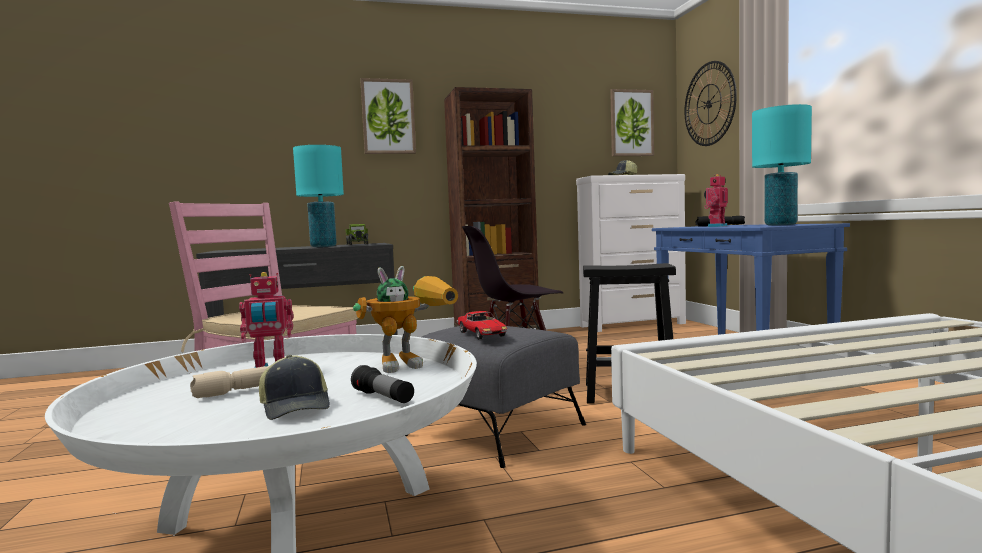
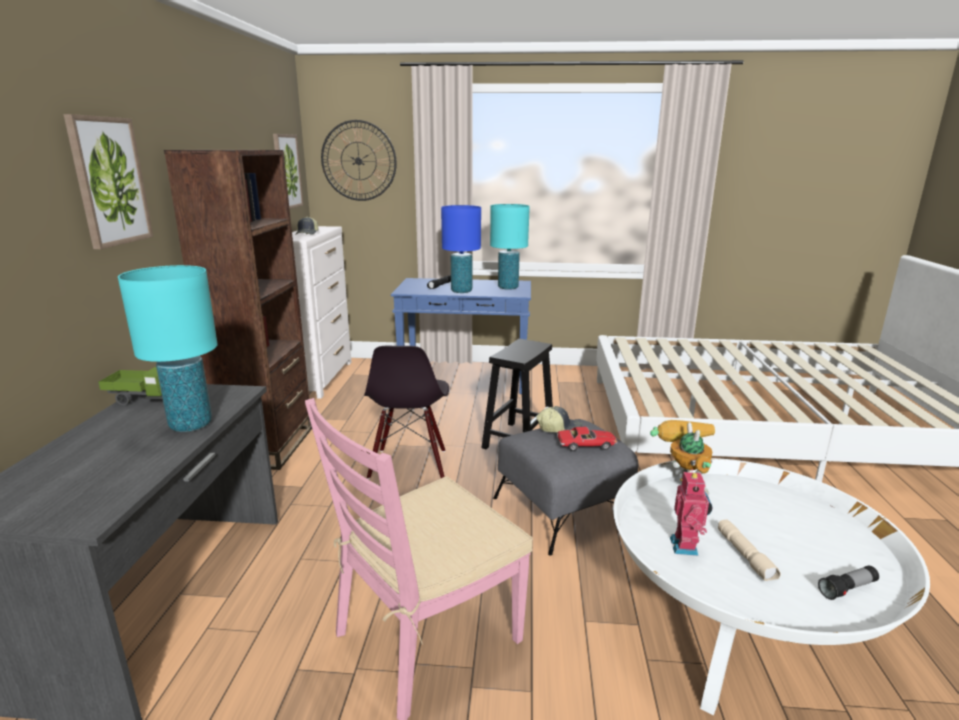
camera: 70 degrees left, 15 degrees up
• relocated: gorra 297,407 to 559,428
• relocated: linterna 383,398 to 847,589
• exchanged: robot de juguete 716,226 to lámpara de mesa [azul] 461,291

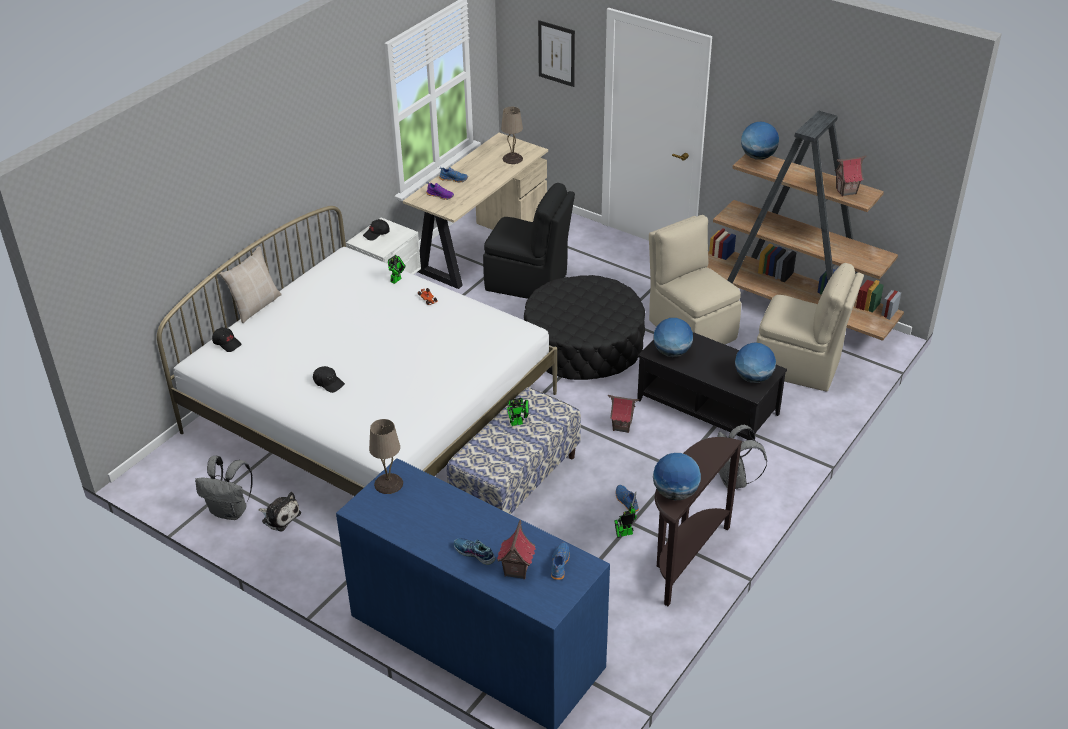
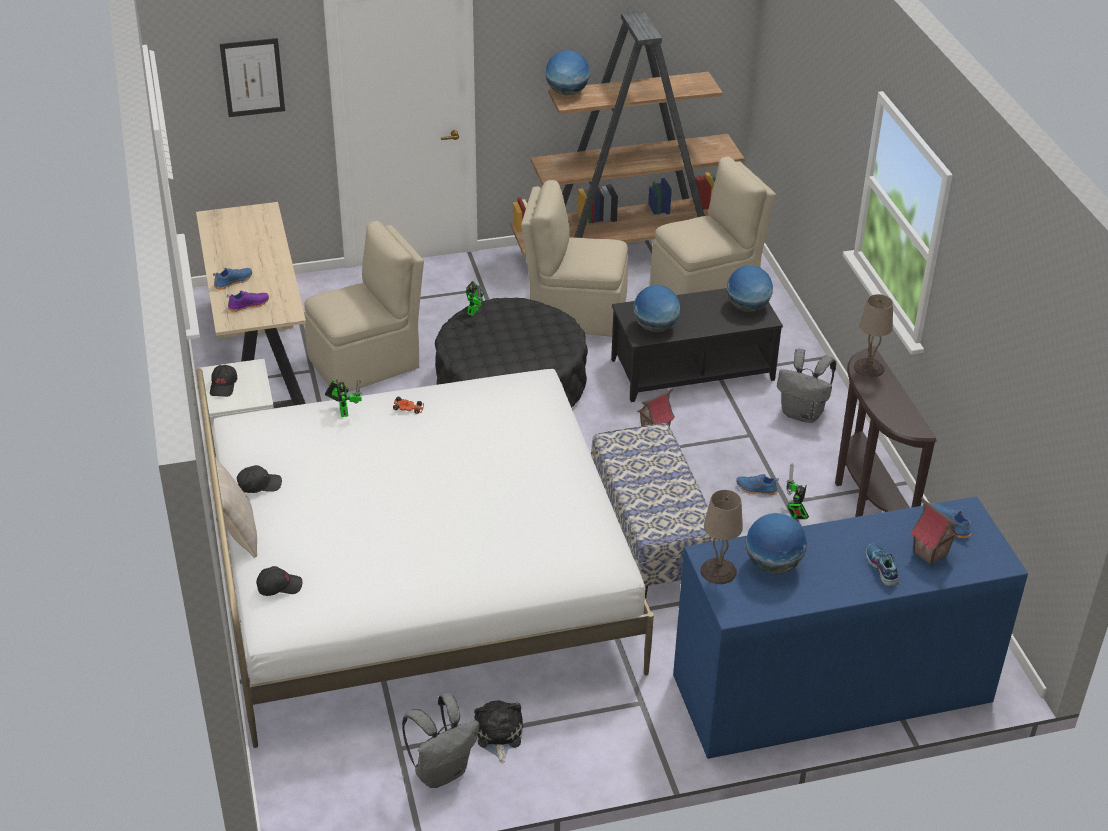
camera: 50 degrees left, 0 degrees up
• missing: casita 846,191
• relocated: gorra [negro] 328,383 to 259,484
• relocated: lámpara de mesa [beis] 513,159 to 869,368
• relocated: robot de juguete 518,422 to 474,310
• relocated: globo terráqueo 675,493 to 773,564
• colour: silla [negro] 528,283 to silla [beis] 367,362
• spun: peluche 280,516 = 498,736 75 degrees counterclockwise
• spun: zapato 474,554 = 881,568 90 degrees clockwise

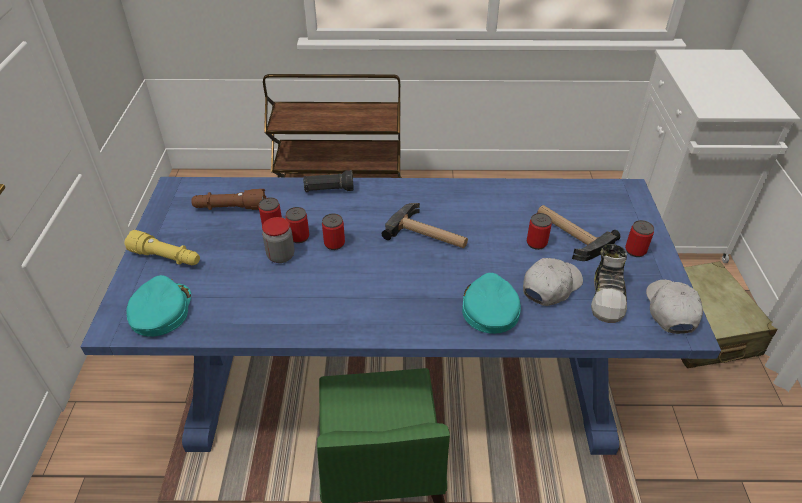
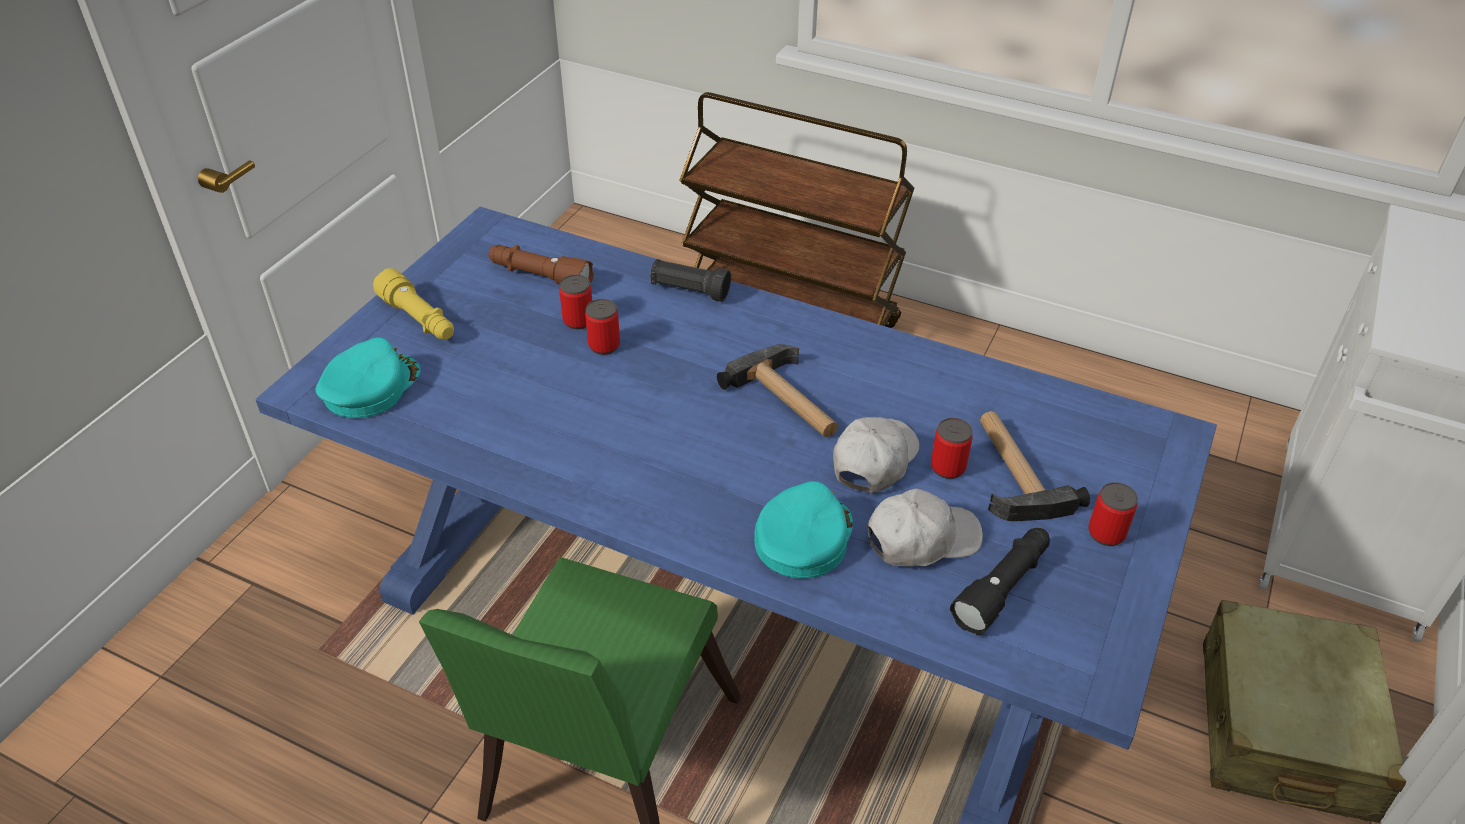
camera: 25 degrees right, 0 degrees up
• missing: tarro 281,256
• missing: lata 334,243
• relocated: gorra [blanco] 670,310 to 874,460
• exchanged: zapato 608,297 to linterna [negro] 1002,587

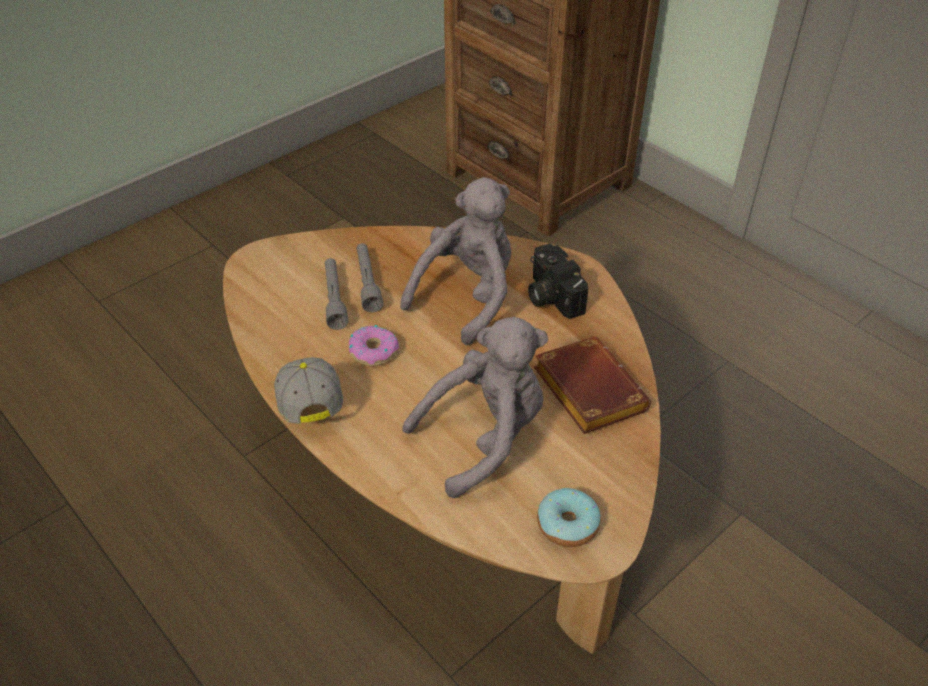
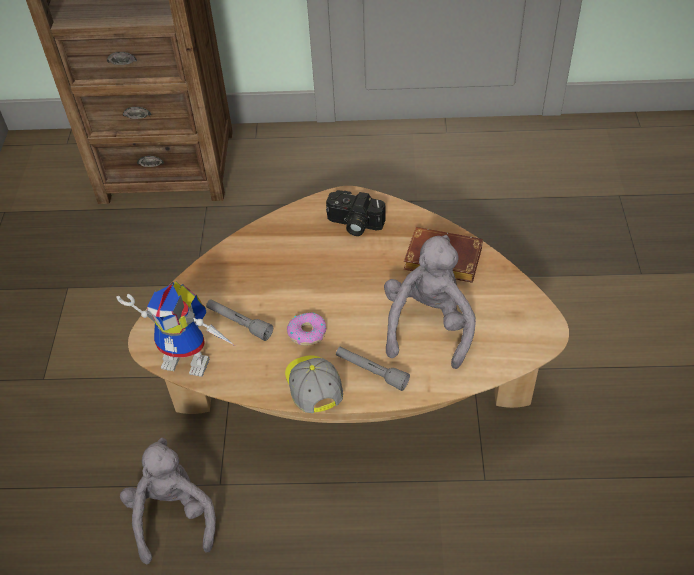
camera: 45 degrees left, 5 degrees up
• missing: rosquilla 567,524
• appeared: robot de juguete 191,358
• relocated: linterna [gris] 368,283 to 371,371
• relocated: peluche [gris] 467,296 to 173,516
• spun: gorra 309,400 = 313,389 45 degrees clockwise

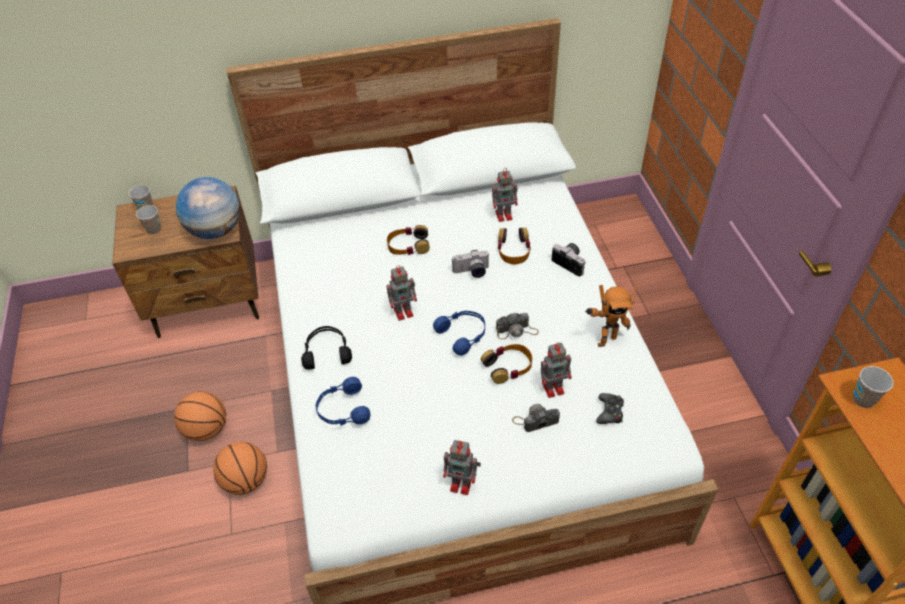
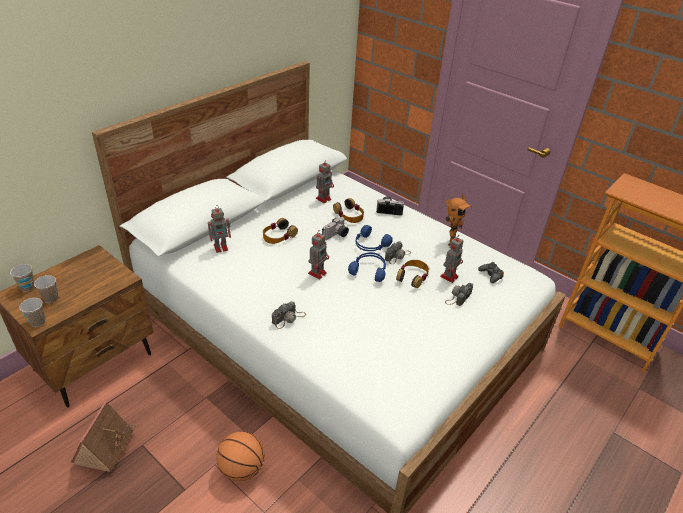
camera: 40 degrees left, 10 degrees down
• missing: balón de baloncesto 206,429
• missing: globo terráqueo 216,230
• appeared: casita 106,446
• relocated: auriculares [azul] 342,409 to 370,245
• relocated: robot de juguete 462,483 to 221,247
• relocated: taza 863,399 to 37,322
• exchanged: auriculares [negro] 327,352 to cámara 288,318

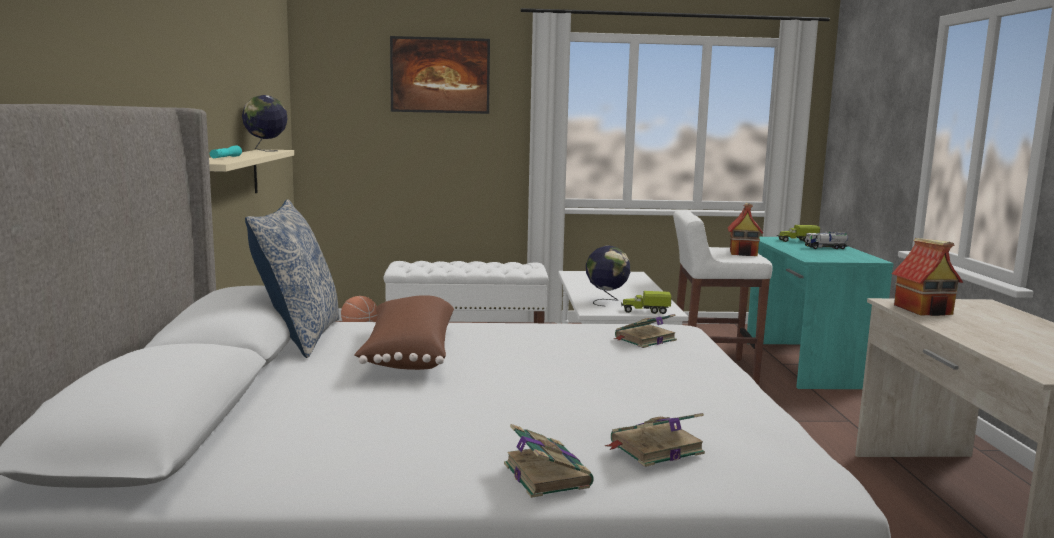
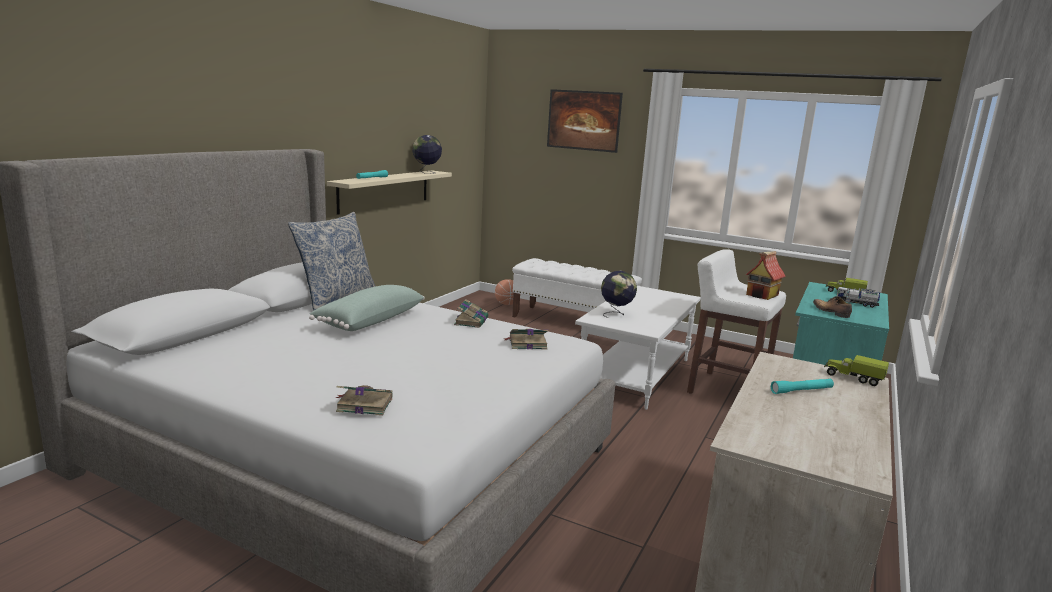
camera: 30 degrees right, 5 degrees up
• missing: casita 924,310
• appeared: linterna [turquesa] 801,391
• appeared: zapato 831,312
• relocated: libro 546,474 to 471,321
• relocated: camión de juguete 645,311 to 853,378
• colour: cojín [marrón] 407,354 to cojín [verde] 369,320

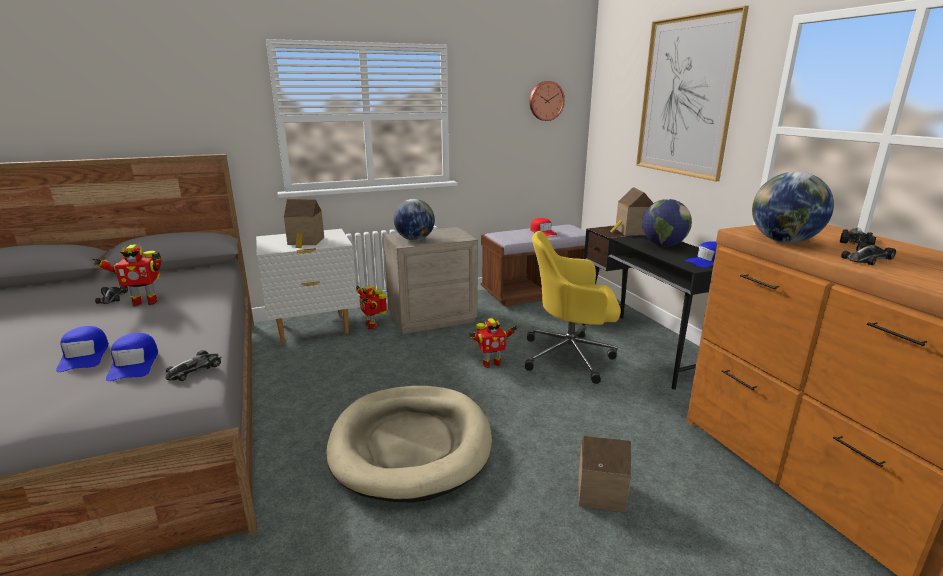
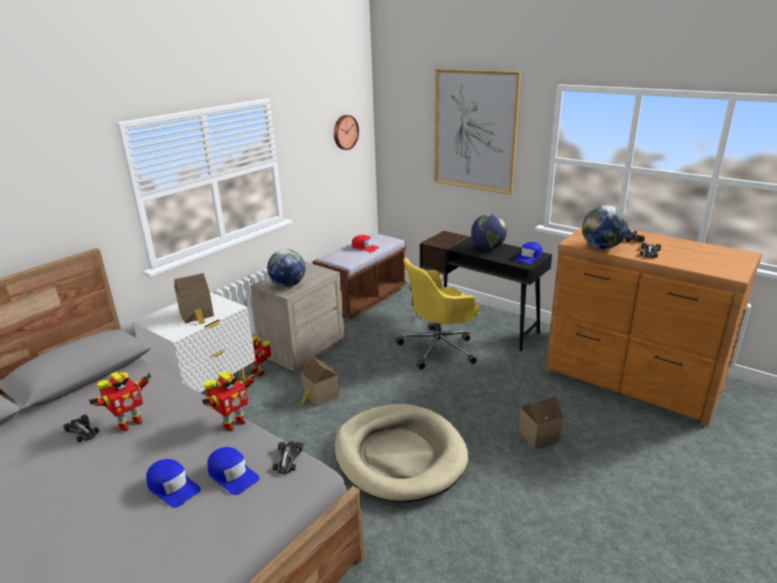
camera: 30 degrees left, 5 degrees up
• relocated: robot de juguete 490,363 to 233,424
• relocated: casita 632,232 to 320,396

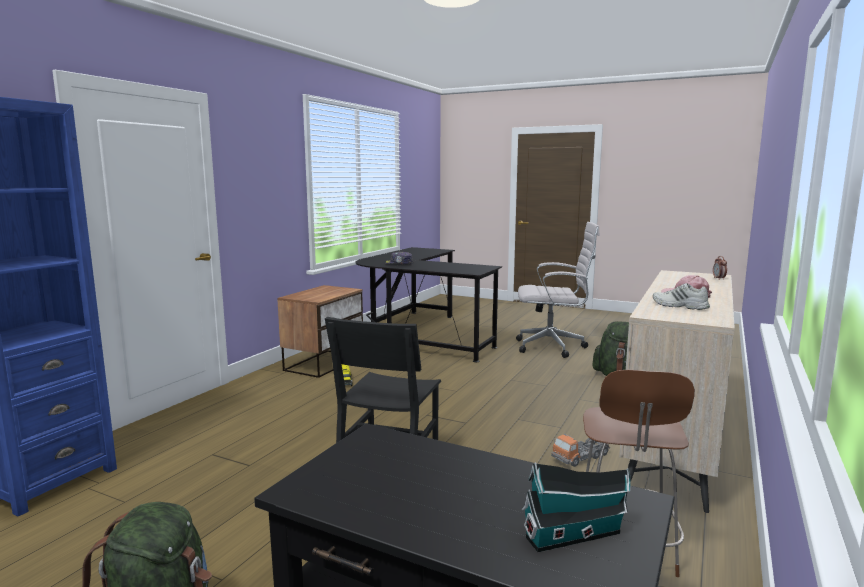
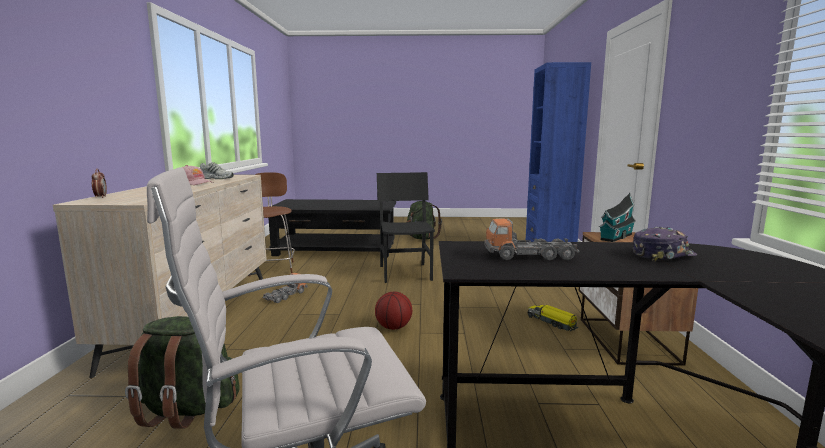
camera: 155 degrees right, 0 degrees up
• appeared: balón de baloncesto 393,327
• appeared: camión de juguete 529,256
• relocated: casita 576,534 to 615,237

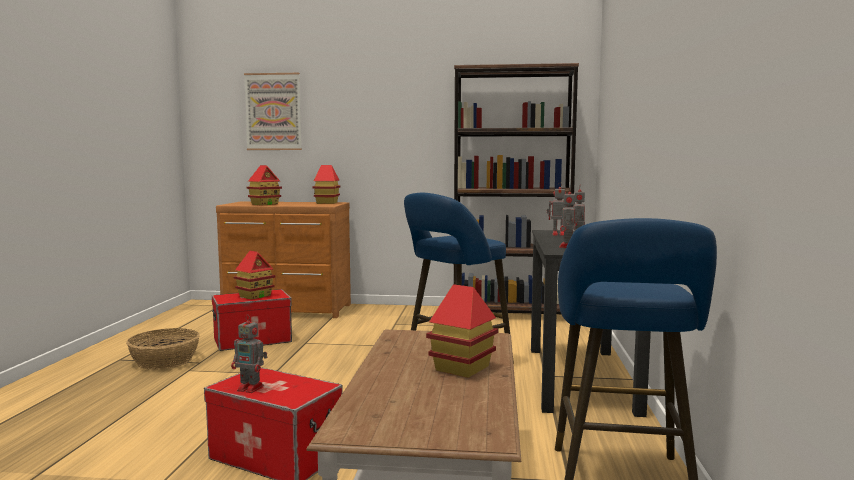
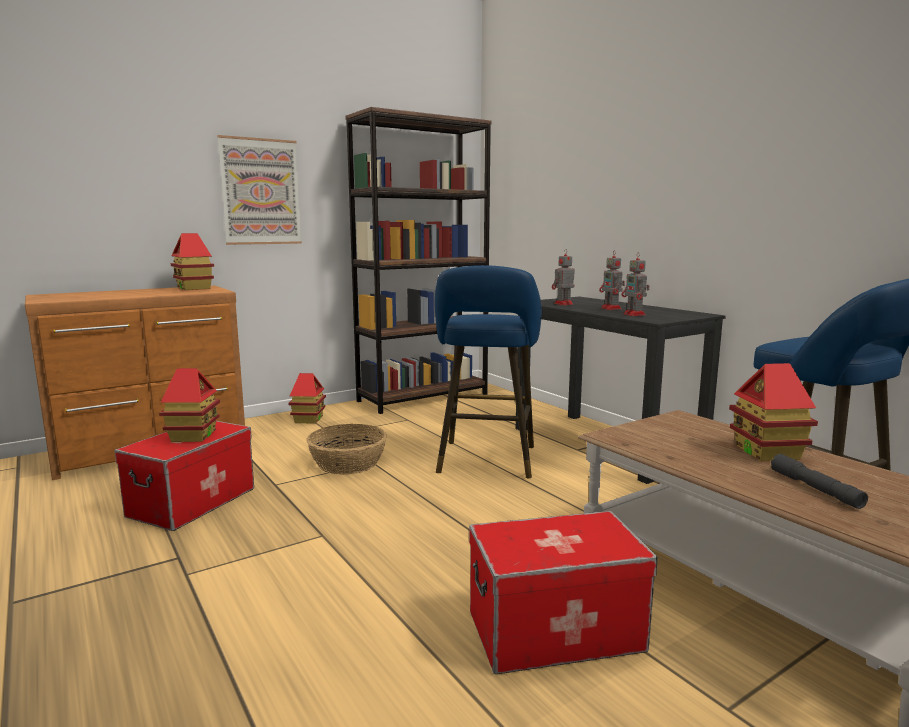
camera: 40 degrees left, 5 degrees up
• missing: robot de juguete 251,388
• appeared: linterna [gris] 815,489
• relocated: cesta 164,361 to 348,463
• relocated: cuadro 273,112 to 260,192
• relocated: casita 265,204 to 308,419

